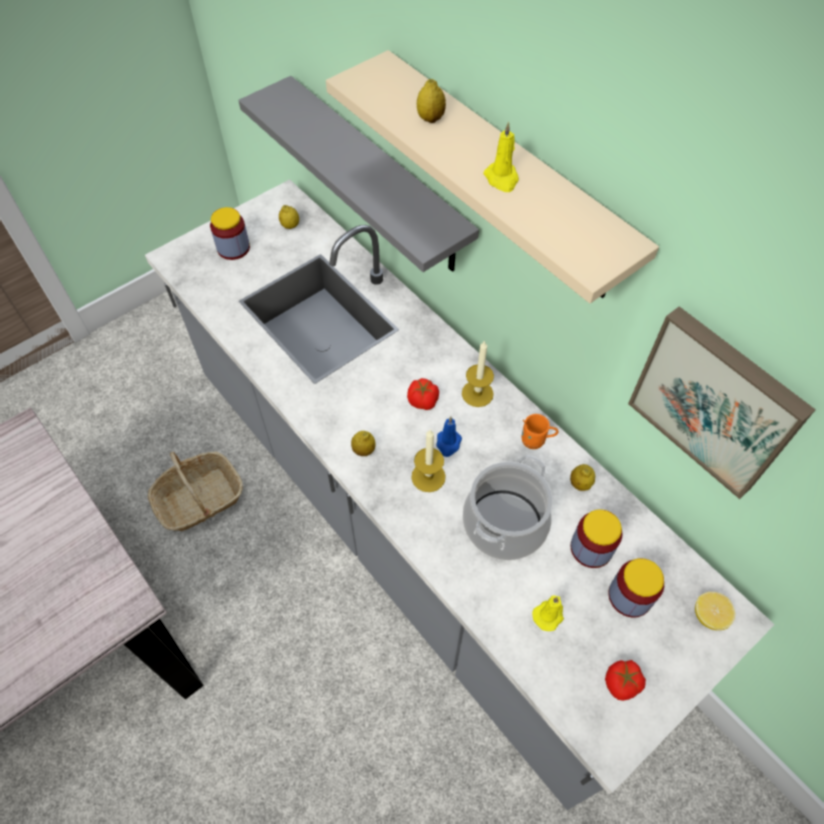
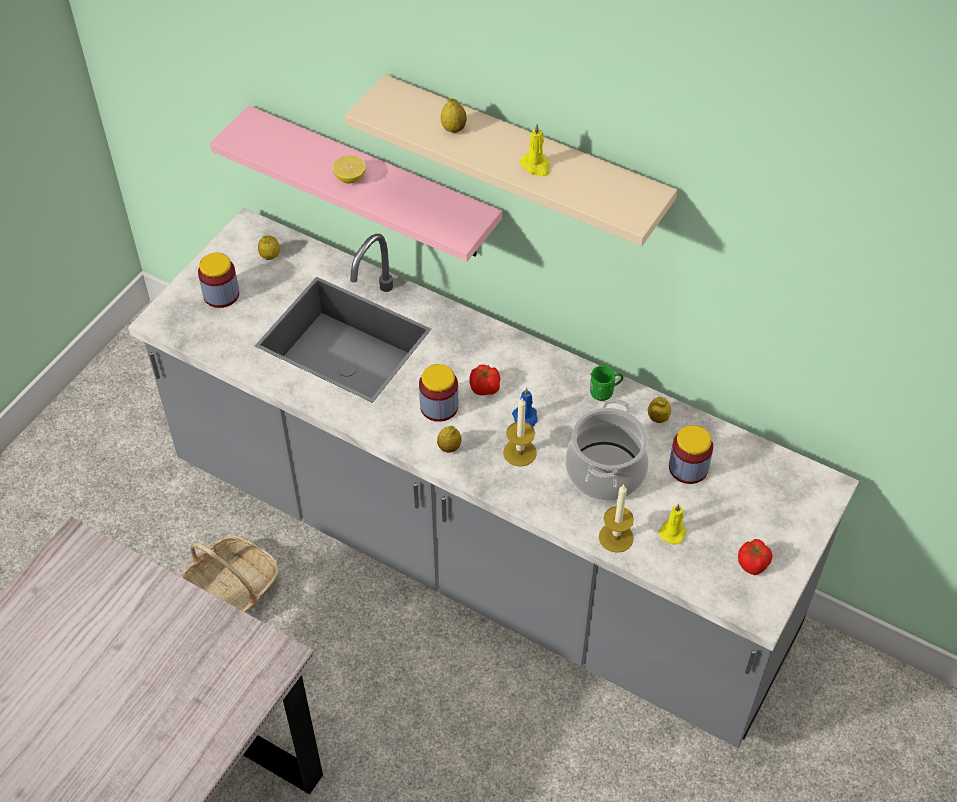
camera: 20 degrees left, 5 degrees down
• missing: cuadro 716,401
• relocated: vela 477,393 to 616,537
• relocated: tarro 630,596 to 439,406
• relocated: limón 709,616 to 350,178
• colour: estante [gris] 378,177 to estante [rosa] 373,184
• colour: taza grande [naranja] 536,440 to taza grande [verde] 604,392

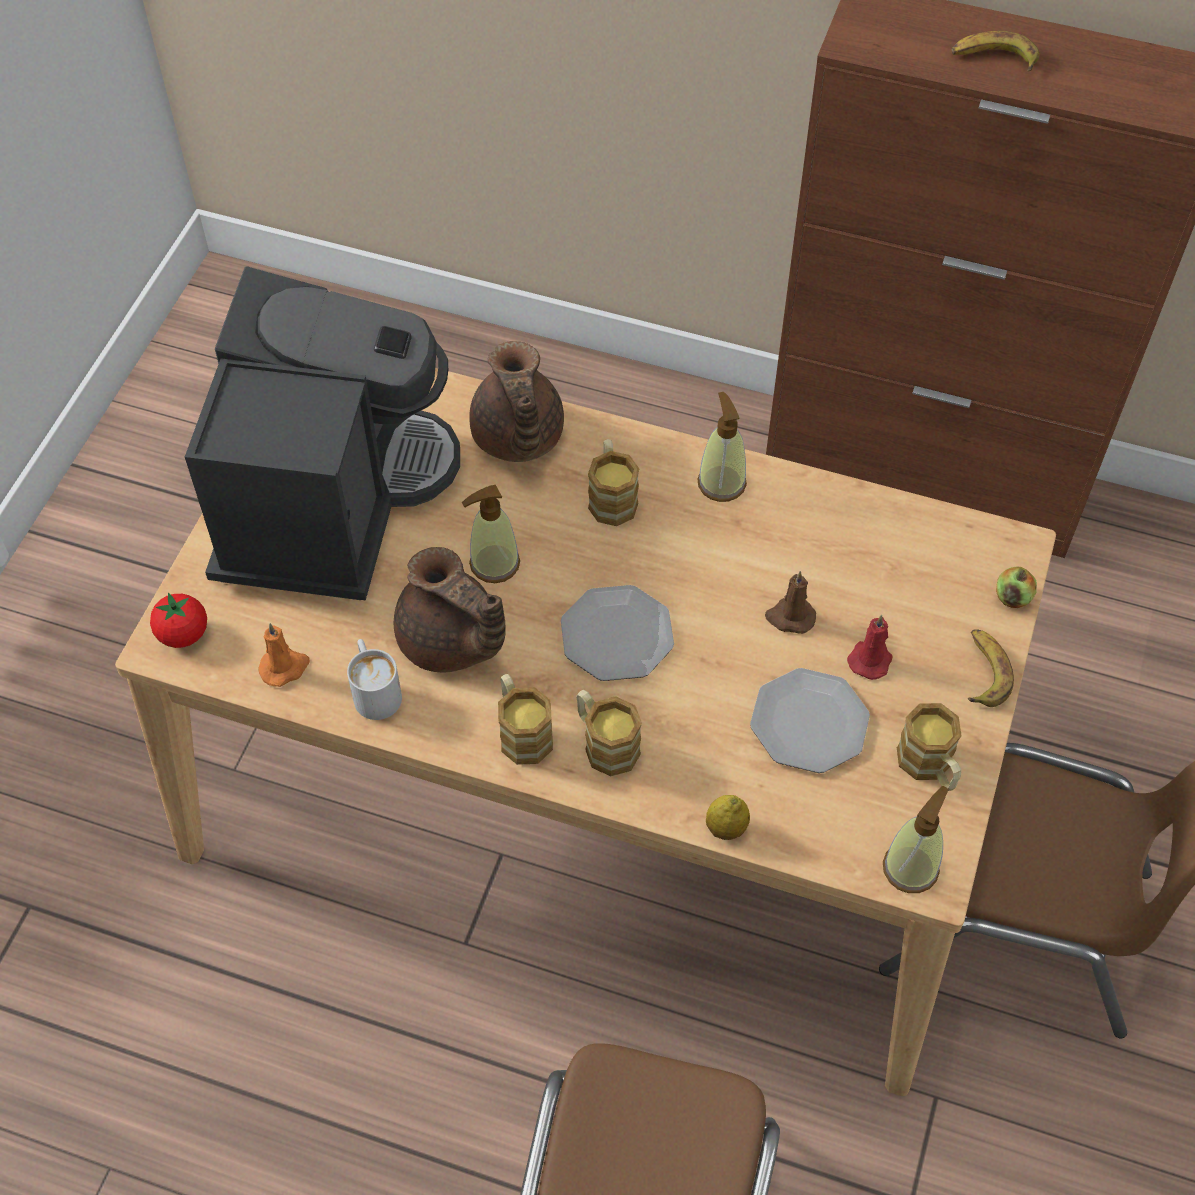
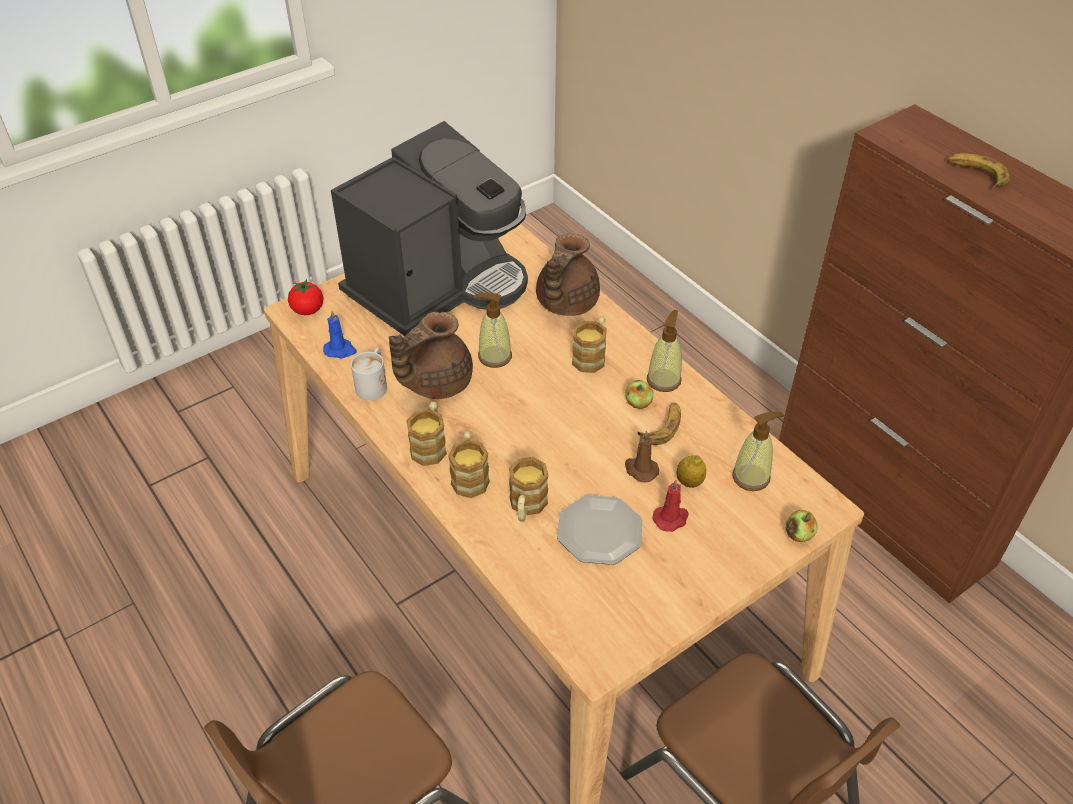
camera: 35 degrees right, 10 degrees down
• missing: plato 617,635
• appeared: manzana 638,403
• relocated: limón 726,828 to 689,482
• relocated: dispensador de jabón 910,868 to 751,477
• relocated: taza grande 929,767 to 526,507
• relocated: plátano 984,671 to 662,427
• colour: vela [naranja] 285,667 to vela [azul] 340,350
• spun: tetera [marrón] 451,642 = 435,382 60 degrees clockwise

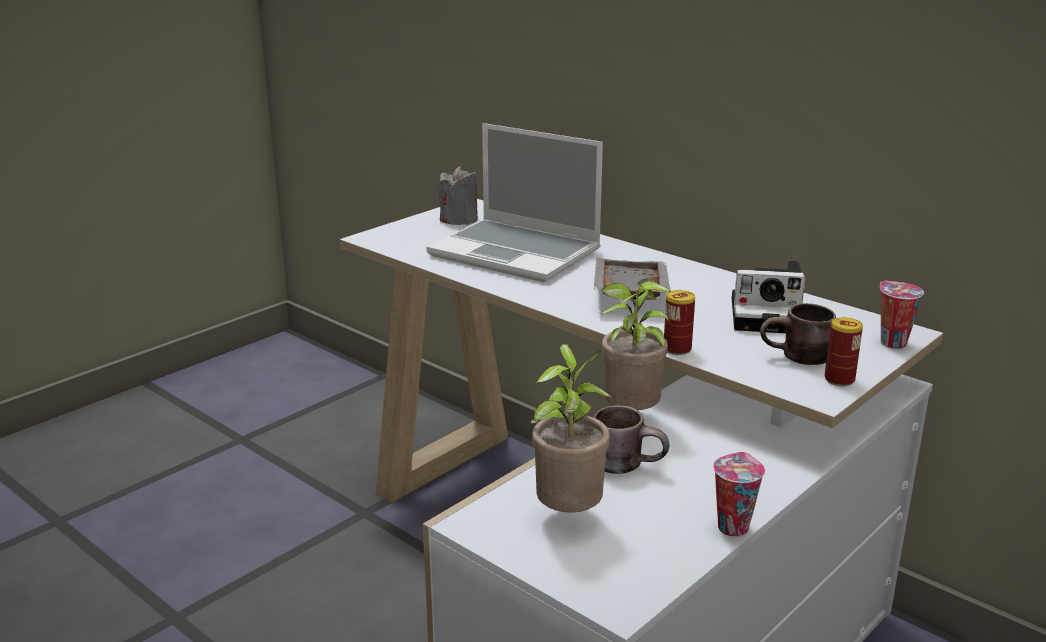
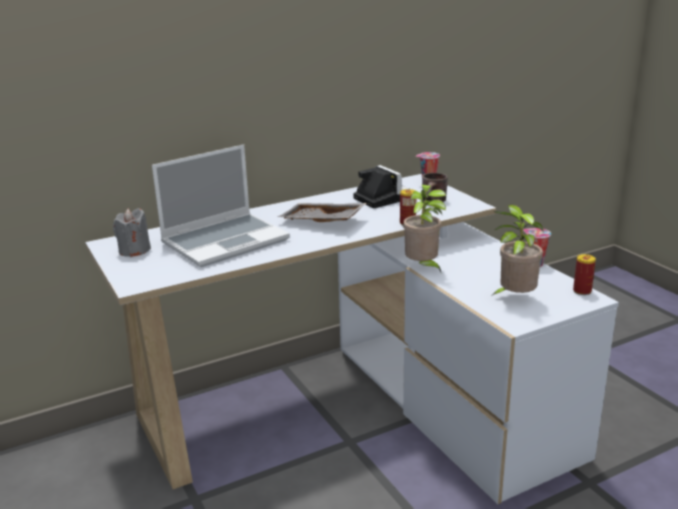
camera: 70 degrees left, 0 degrees up
• missing: taza grande [marrón] 628,463
• relocated: lata 839,379 to 582,291
• spun: cámara 769,315 = 380,198 60 degrees counterclockwise

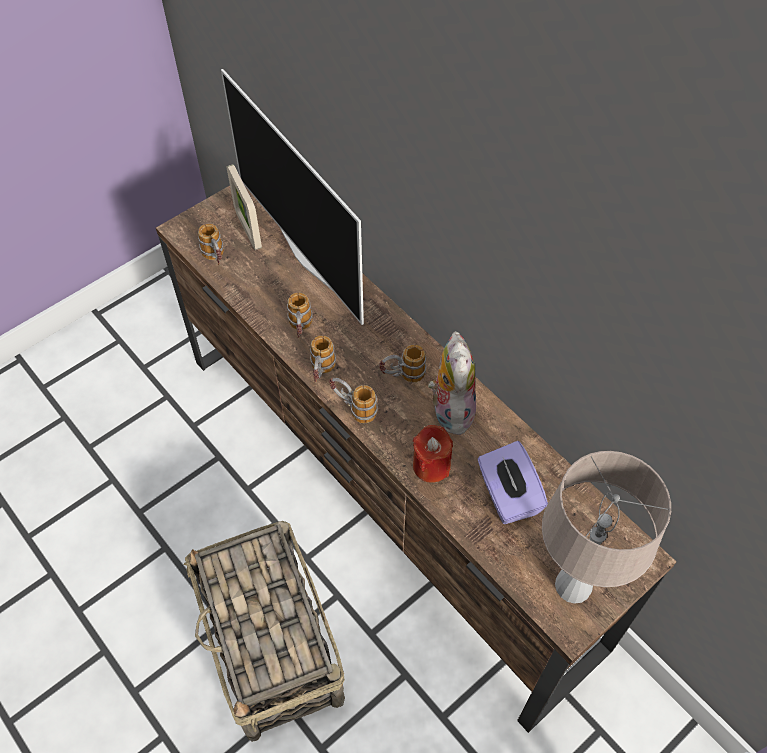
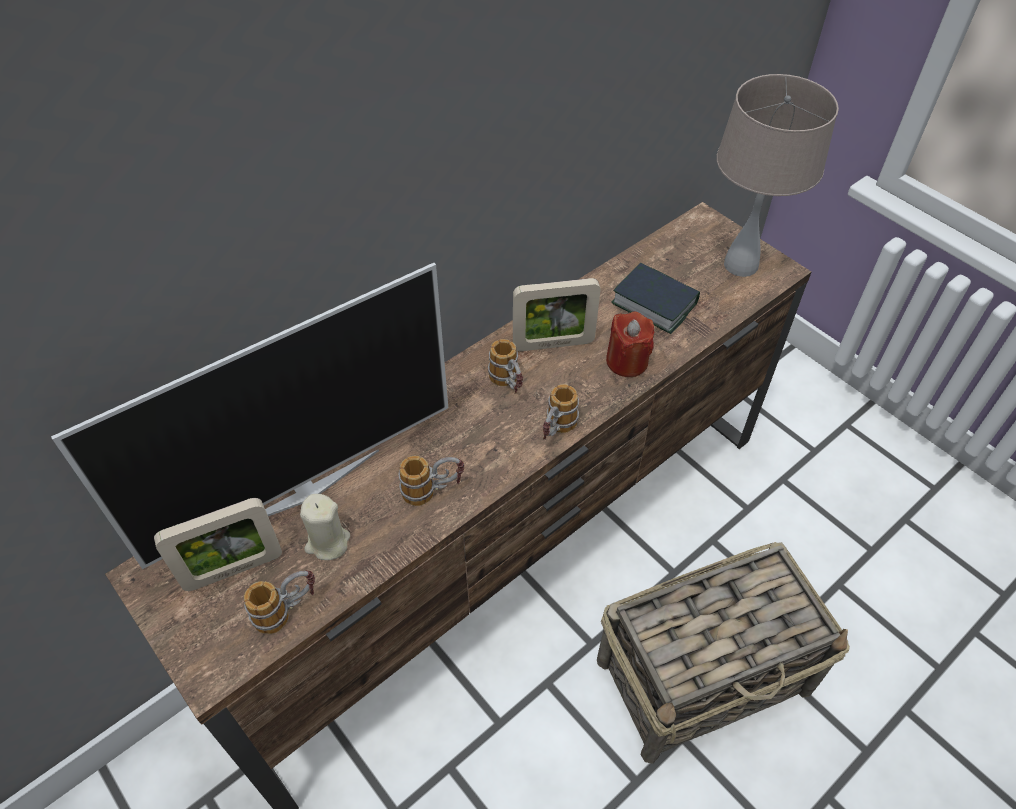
camera: 90 degrees left, 5 degrees down
• missing: taza grande 321,373
• appeared: vela [beis] 327,542
• exchanged: peluche 450,409 to portarretratos 553,344
• exchanged: caja de pañuelos [morado] 507,495 to libro 654,303

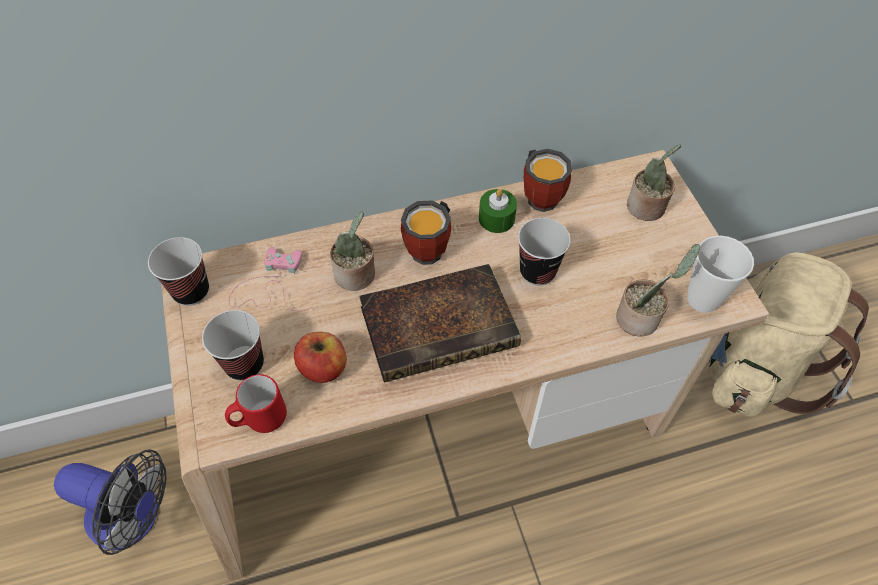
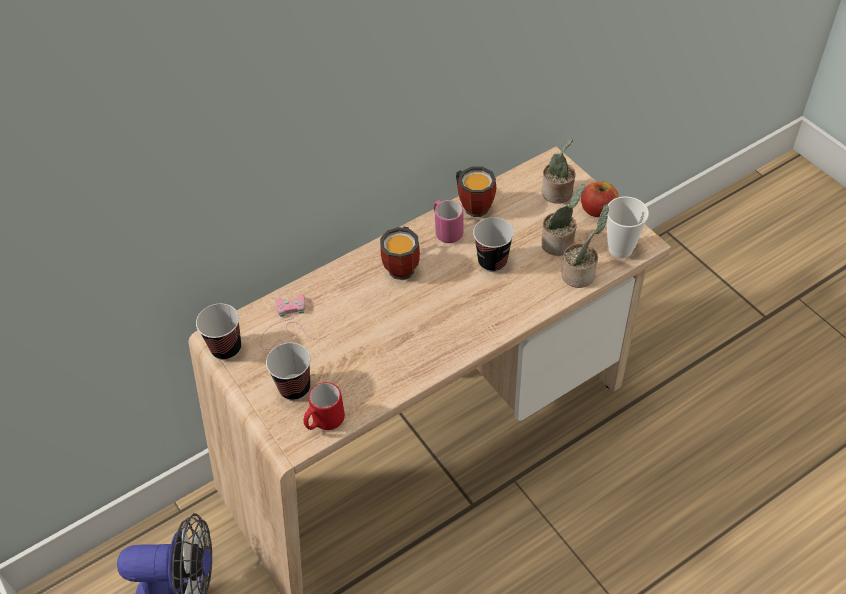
camera: 15 degrees left, 5 degrees down
• missing: libro 442,325
• missing: mochila [beis] 752,368
• relocated: manzana 323,367 to 598,210
• relocated: planta en maceta 356,276 to 559,244
• exchanged: vela [verde] 496,218 to taza grande [rosa] 446,231

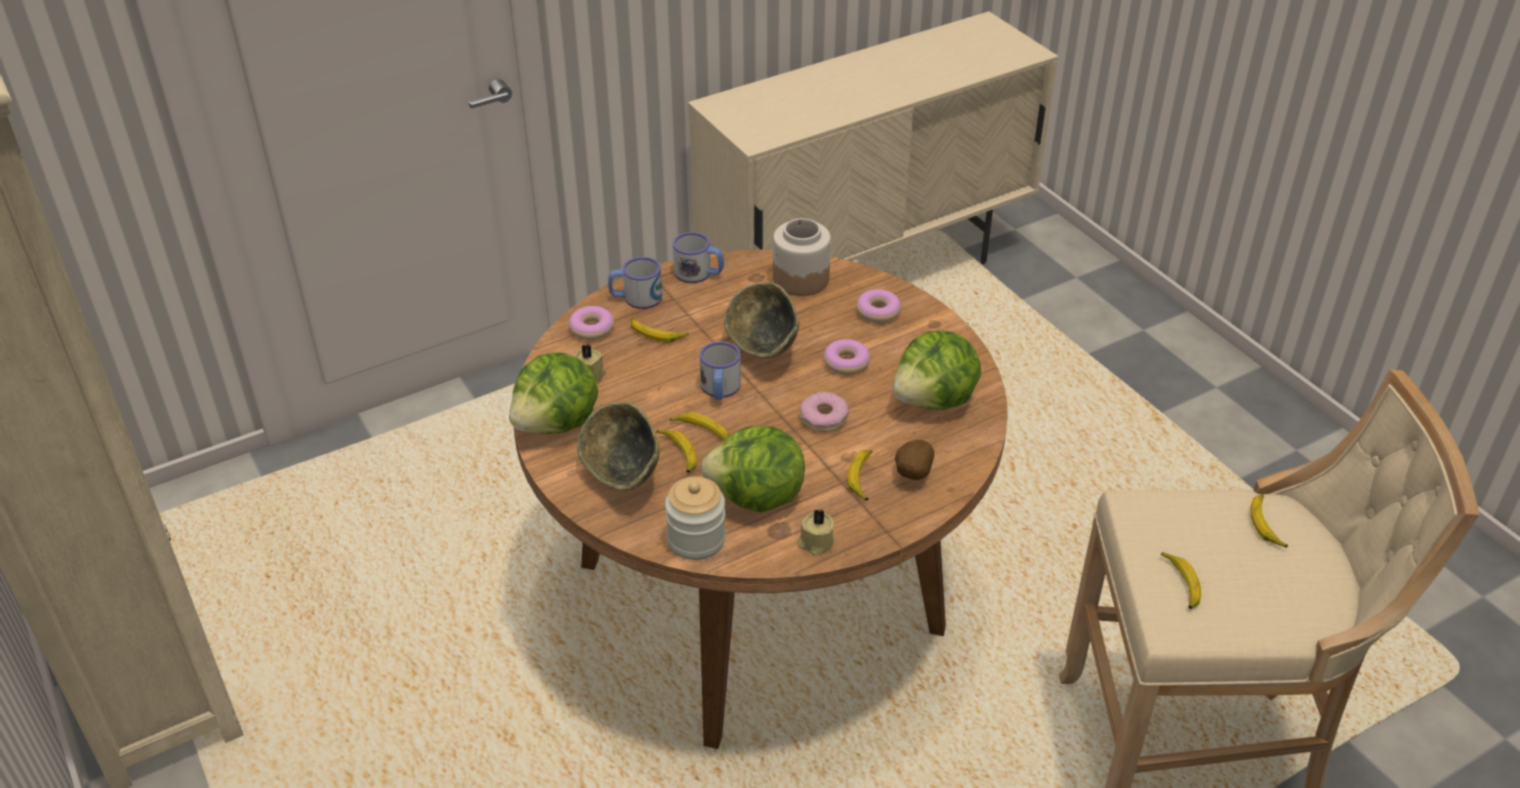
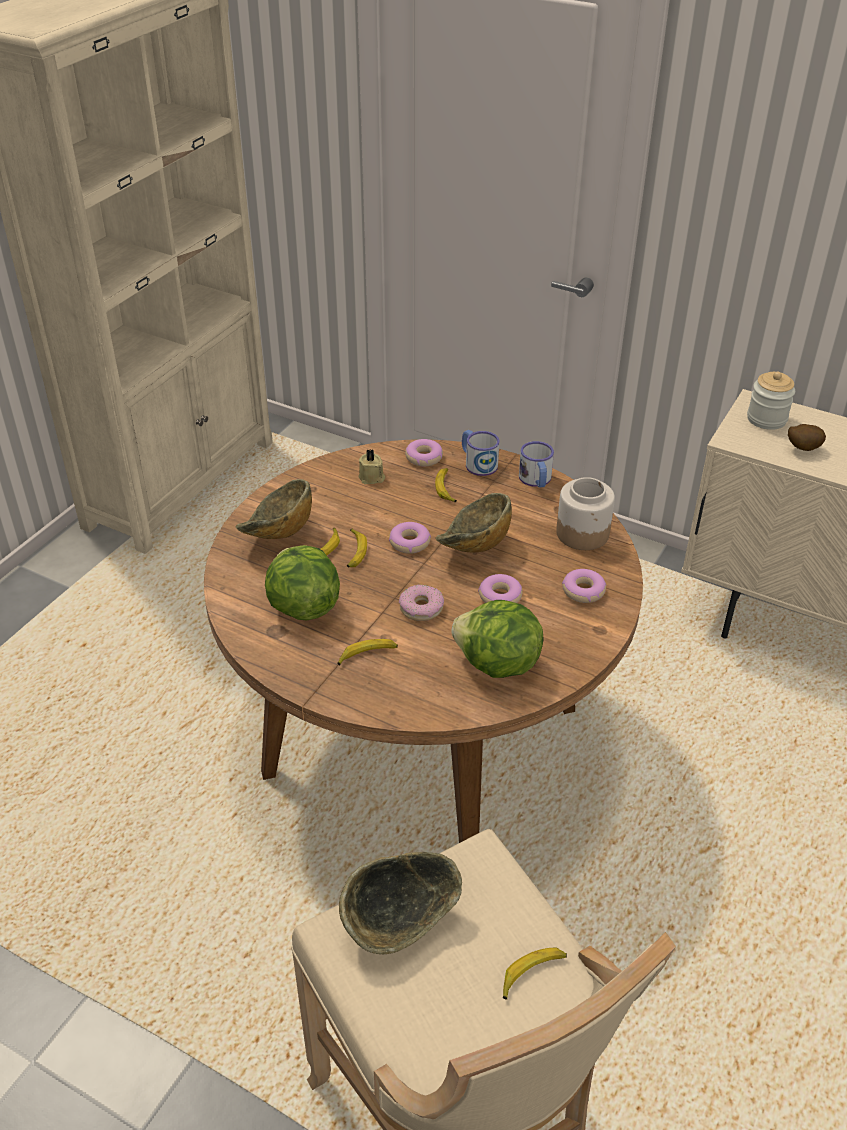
camera: 60 degrees right, 0 degrees up
• missing: lechuga 558,424
• missing: vela [beis] 815,543
• relocated: tarro 696,540 to 766,419
• relocated: patata 911,475 to 801,448
• exchanged: taza grande 720,389 to rosquilla 409,542
• exchanged: plátano 1181,584 to cuenco 398,923

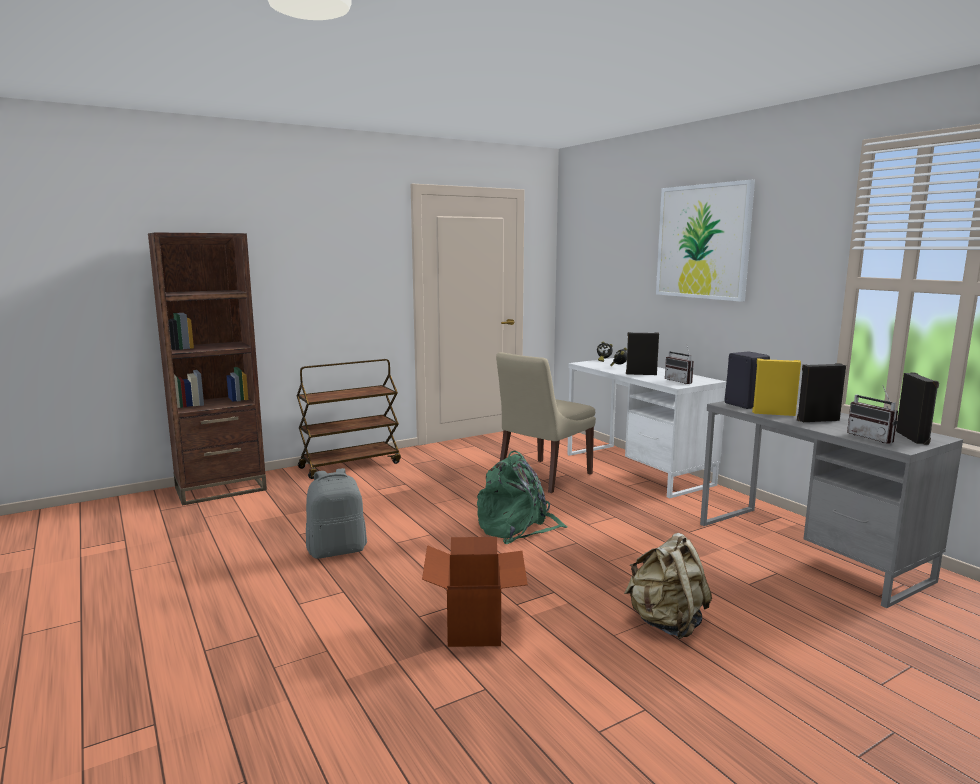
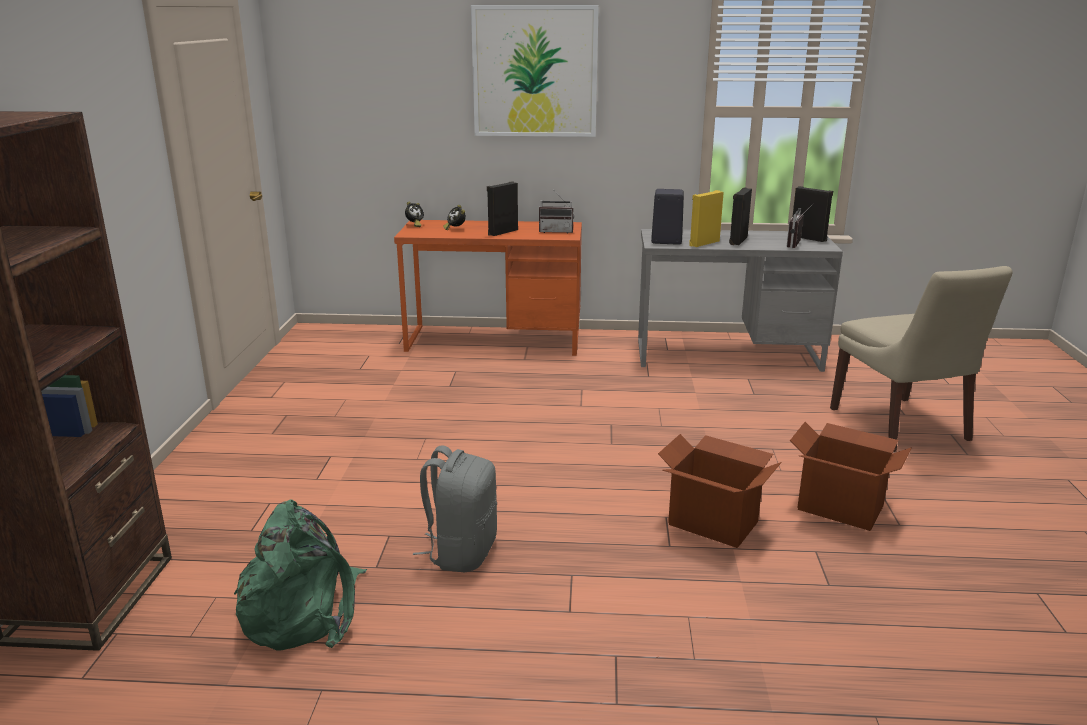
camera: 55 degrees left, 10 degrees up
• missing: carrito [marrón] 350,465
• missing: mochila [beis] 666,623
• appeared: caja de cartón 840,507
• relocated: mochila [verde] 517,527 to 304,611
• relocated: silla [beis] 542,477 to 901,426
• colour: escritorio [blanco] 637,469 to escritorio [naranja] 494,340
• spun: radio 873,438 = 798,245 105 degrees clockwise

